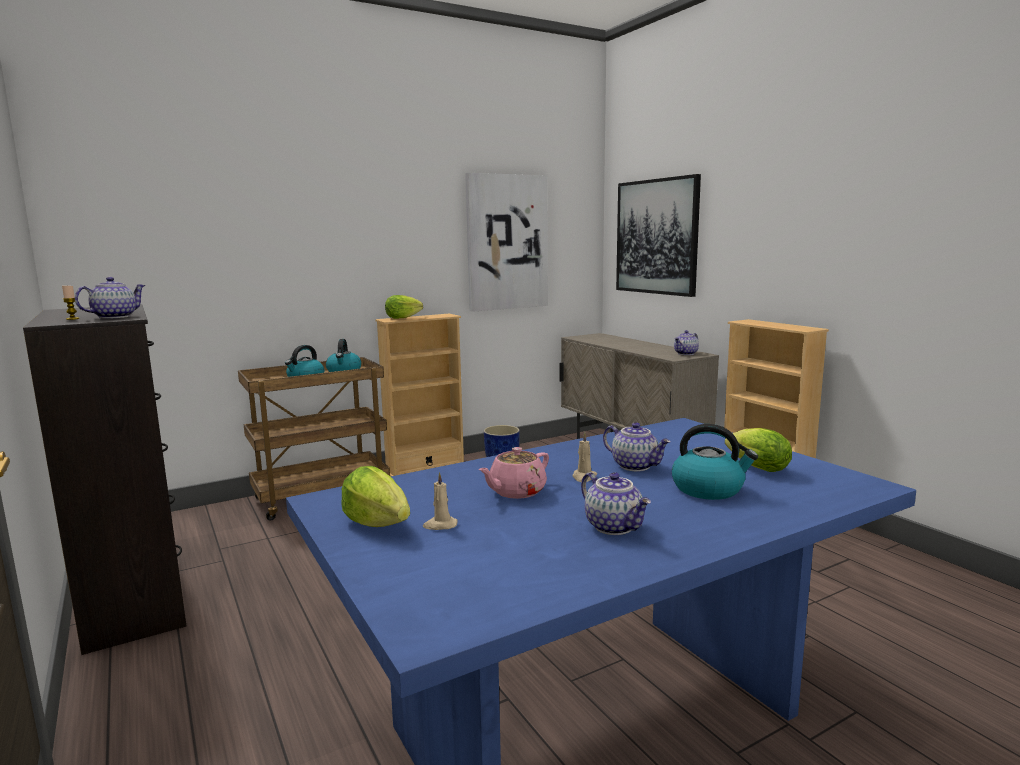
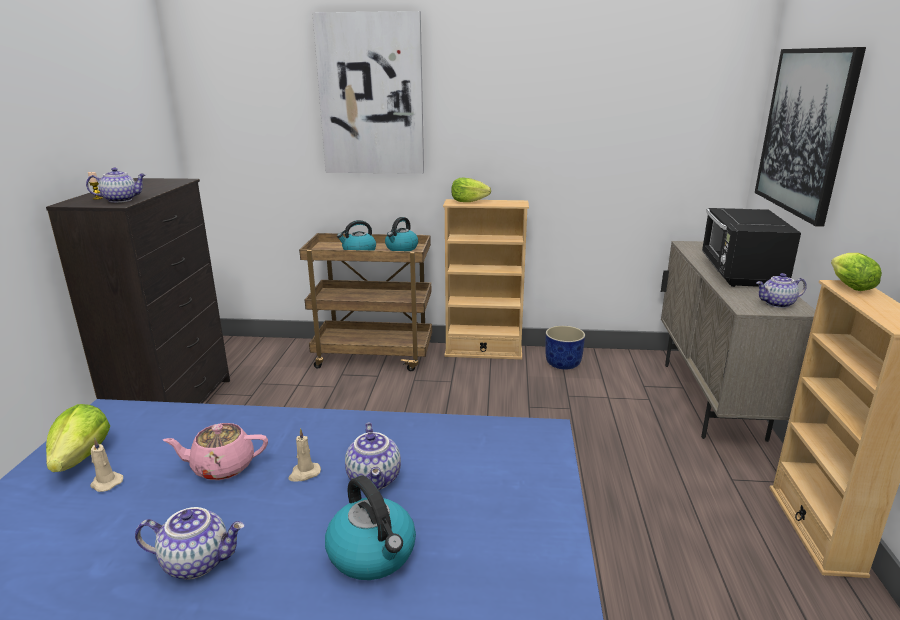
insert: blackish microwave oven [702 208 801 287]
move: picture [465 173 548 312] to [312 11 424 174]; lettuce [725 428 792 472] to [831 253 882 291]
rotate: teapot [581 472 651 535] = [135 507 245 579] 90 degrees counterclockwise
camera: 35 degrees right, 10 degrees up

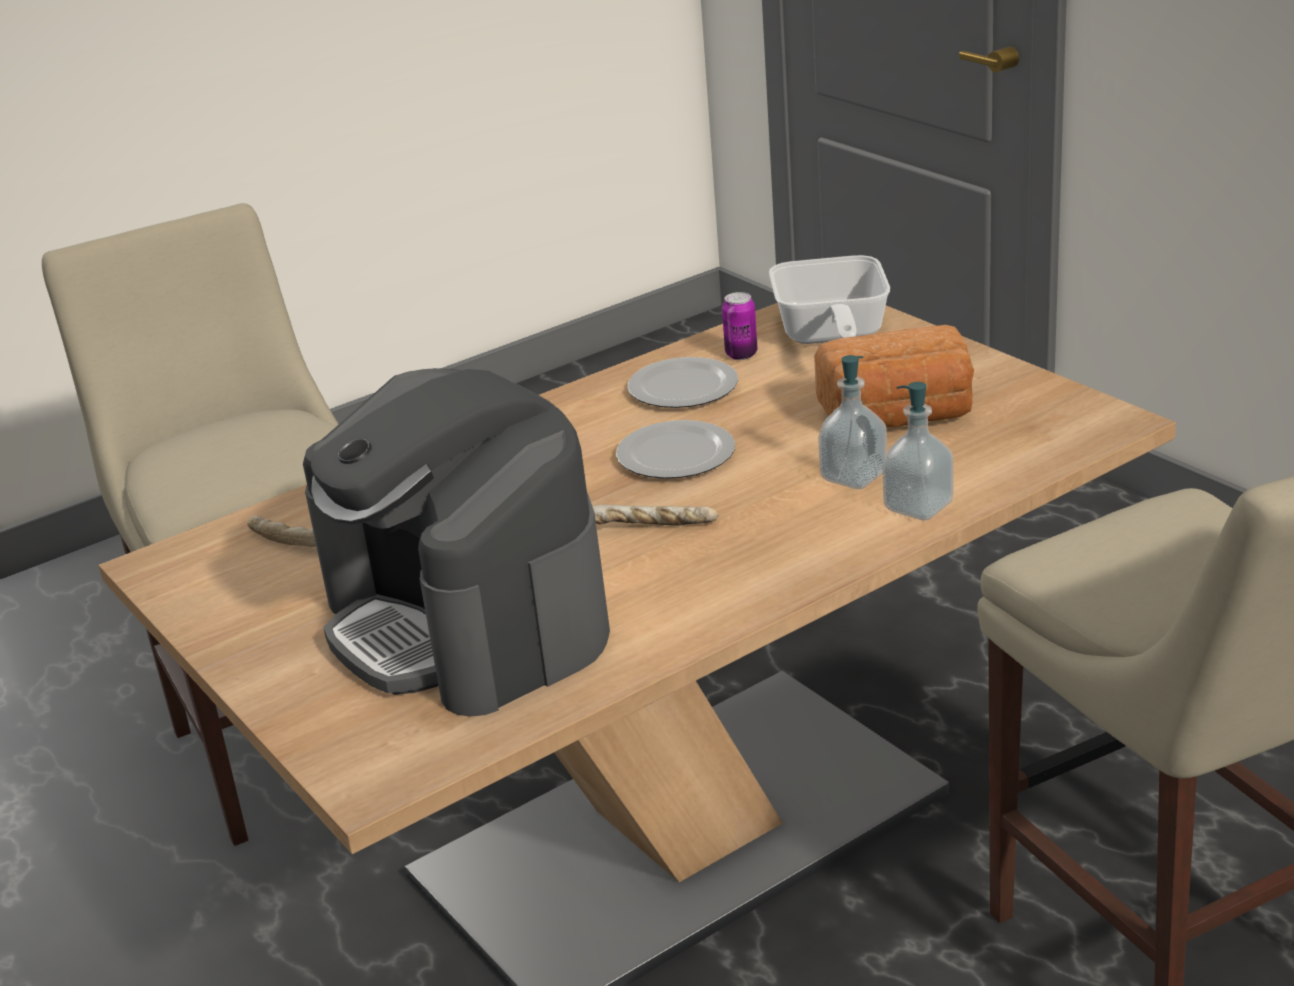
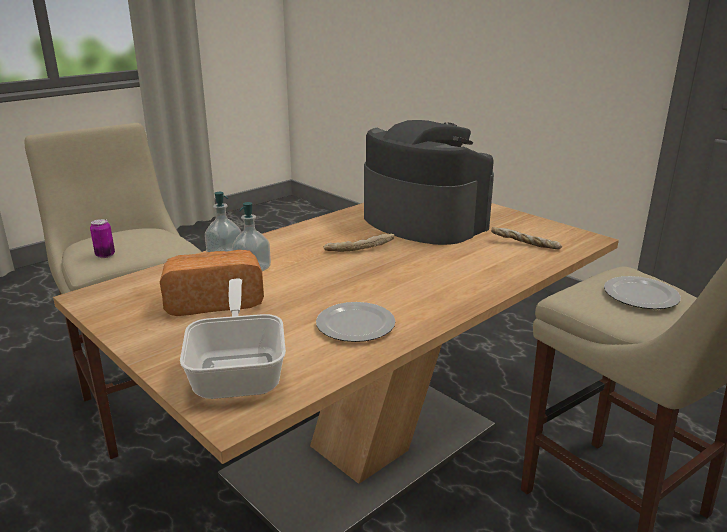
move: dinner plate [616 420 735 479] to [604 276 681 309]; can [722 292 758 360] to [90 219 115 258]
camera: 170 degrees right, 5 degrees down

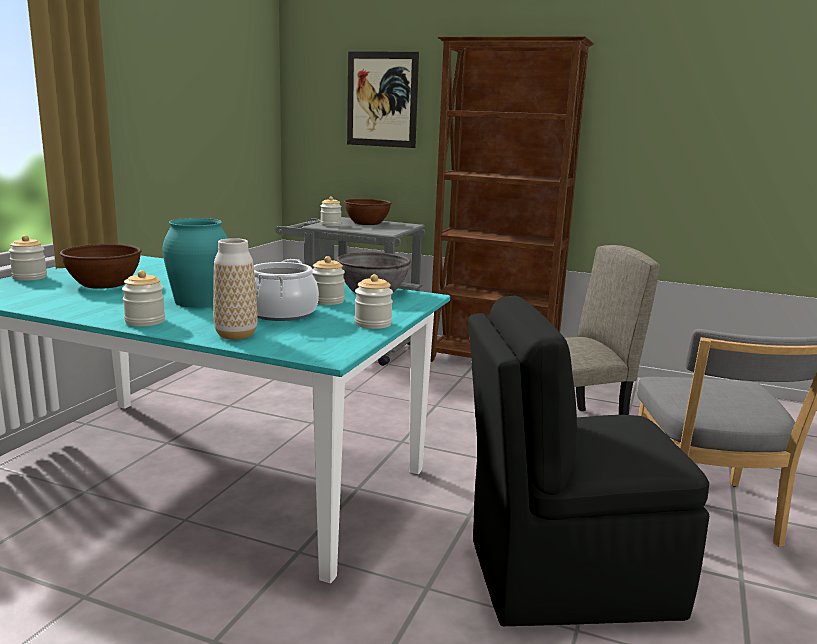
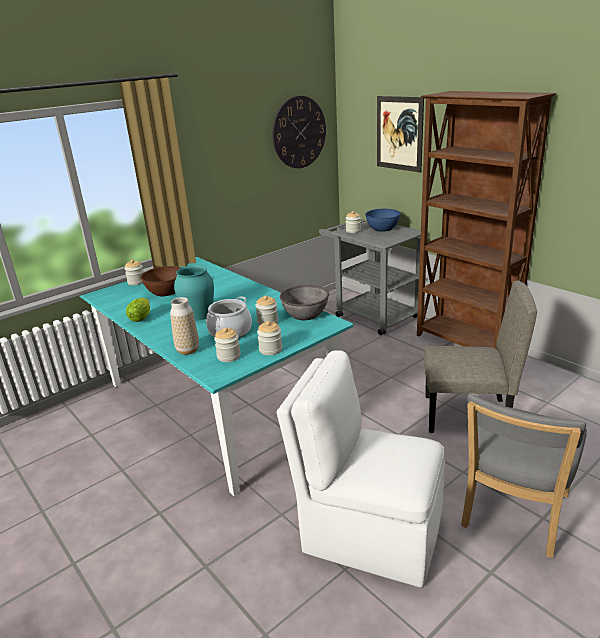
insert: lettuce [126 298 150 322]; clock on the wall [272 96 326 168]
move: storage jar [122 270 165 326] to [214 327 241 362]
recolor: brown-coloured deep dish [344 199 391 225] to blue-coloured deep dish [365 209 401 232]; blackish plain chair [468 296 709 626] to white-coloured plain chair [277 350 445 588]
camera: 30 degrees right, 10 degrees up

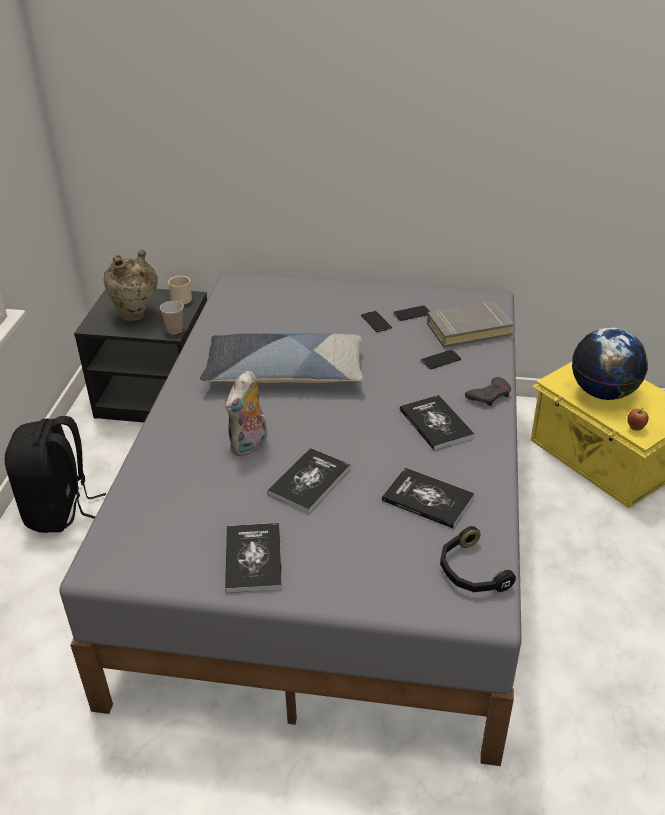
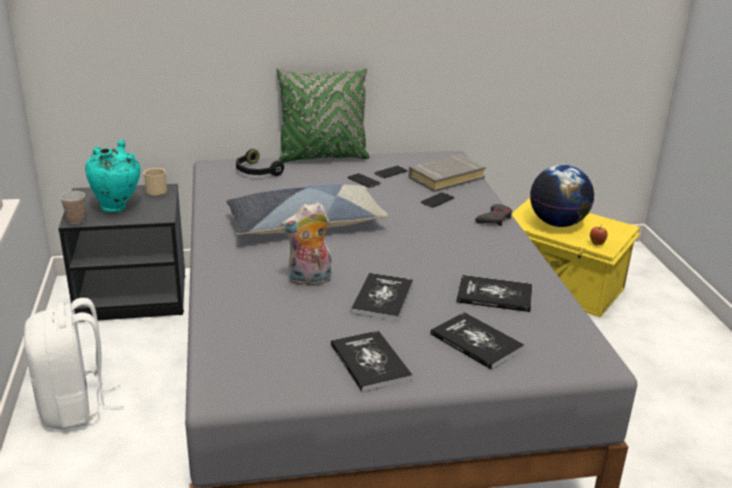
insert: green-coloured pillow [276 68 370 163]
move: cup [160 301 184 334] to [60 191 85 224]; book [400 395 475 451] to [430 312 525 370]; blackish headset [440 526 516 592] to [236 149 284 176]
recolor: blackish rucksack [5 416 106 533] to white-coloured rucksack [24 298 124 430]; sand-coloured flower vase [103 250 158 321] to turquoise-coloured flower vase [85 140 141 212]
rotate: soft toy [225 370 267 457] = [281 202 332 287] 60 degrees clockwise
camera: 20 degrees left, 10 degrees down

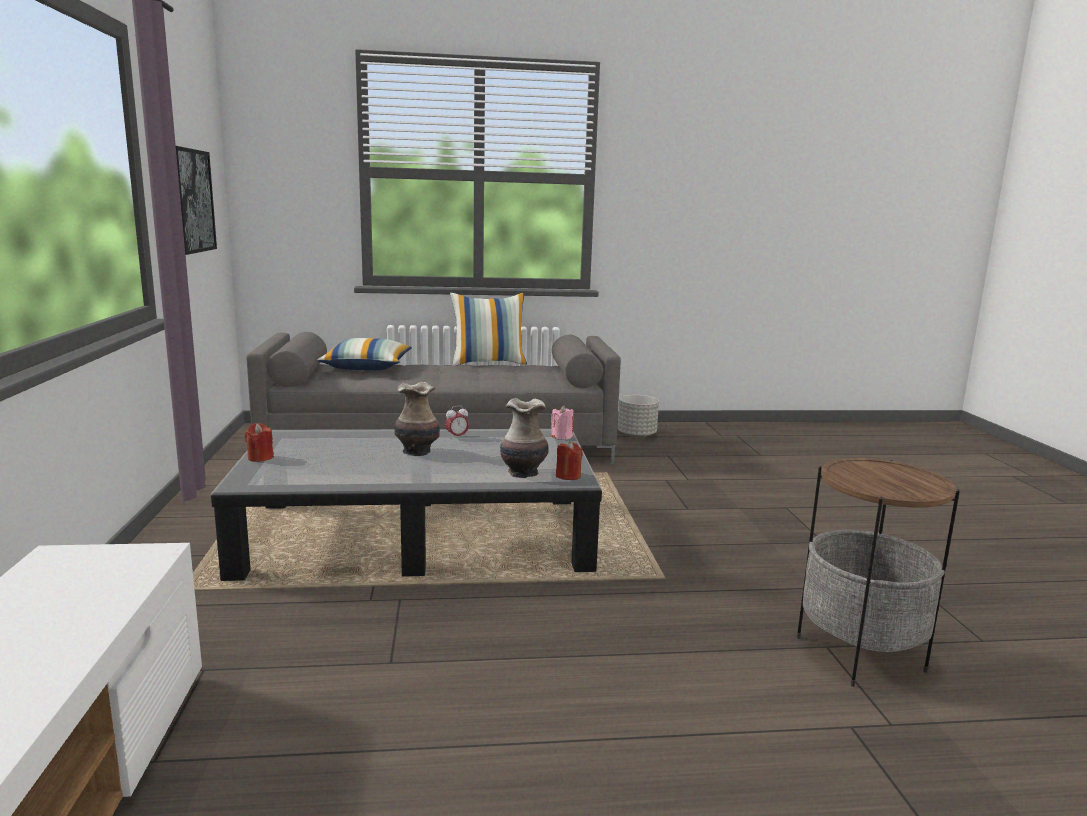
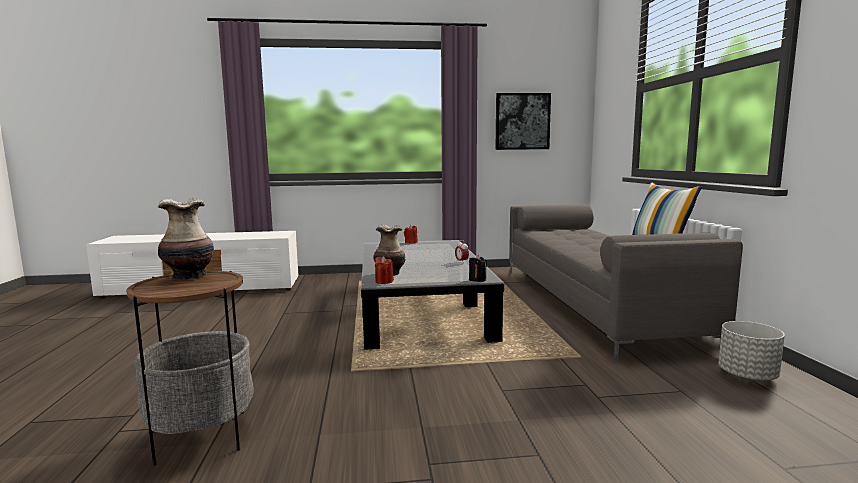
delete: pillow [317 338 412 370]
move: flower vase [394 382 440 456] to [158 198 214 279]
recolor: pink wax light [551 406 573 439] to blackish wax light [469 255 487 282]
camera: 90 degrees right, 5 degrees down

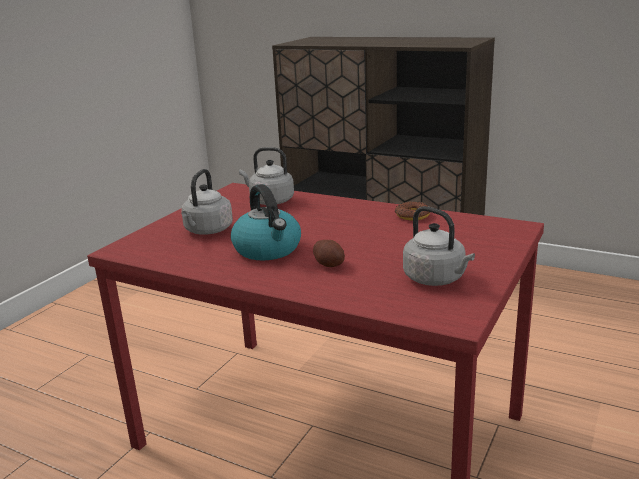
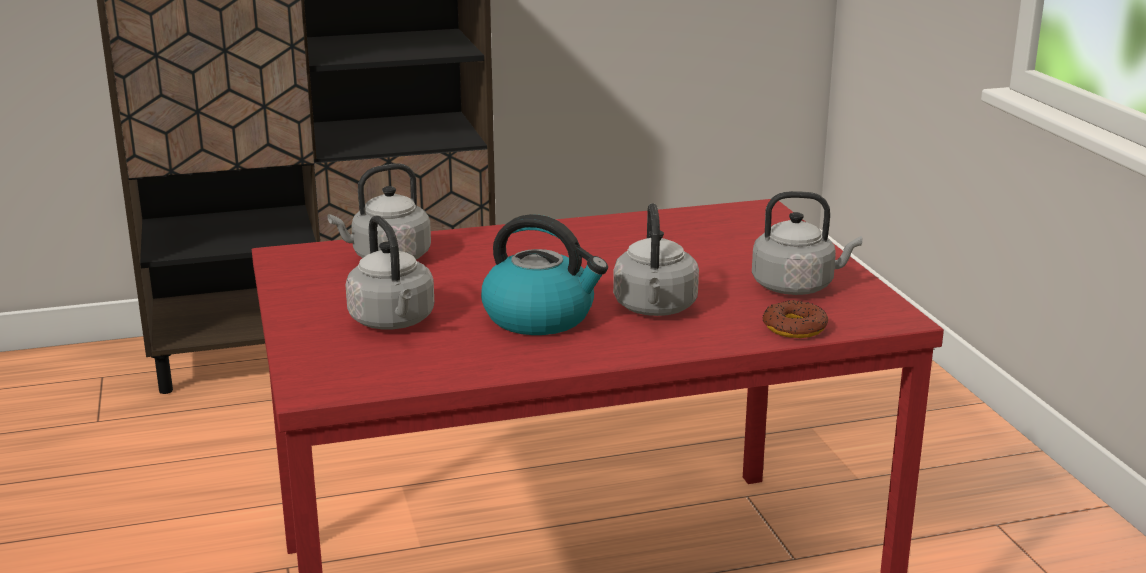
move: doughnut [395 201 430 221] to [762 300 828 338]
replace: spud [313 240 345 267] to grey water kettle [613 203 699 316]
camera: 45 degrees left, 0 degrees up

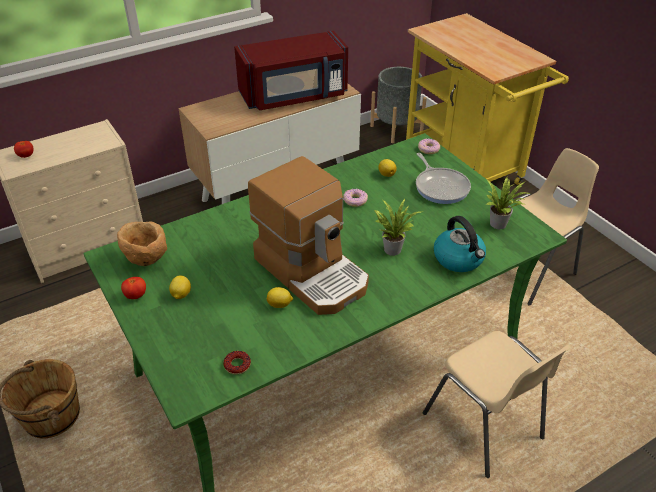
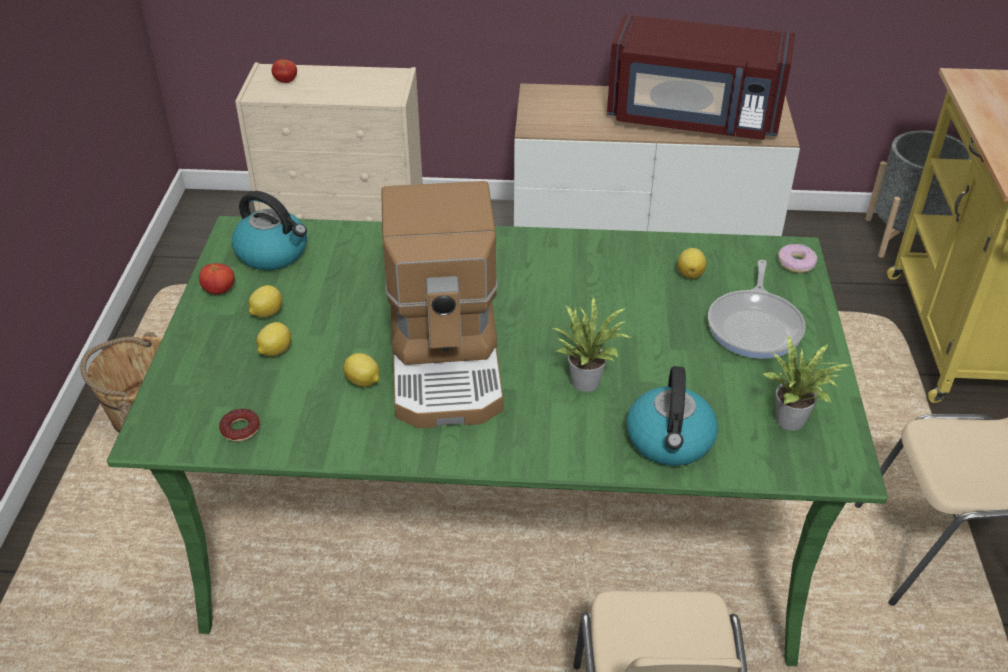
delete: doughnut [343 189 368 207]
insert: lemon [256 322 291 357]
replace: brown-coloured deep dish [117 222 167 266] to water kettle [232 191 307 270]
camera: 35 degrees right, 0 degrees up

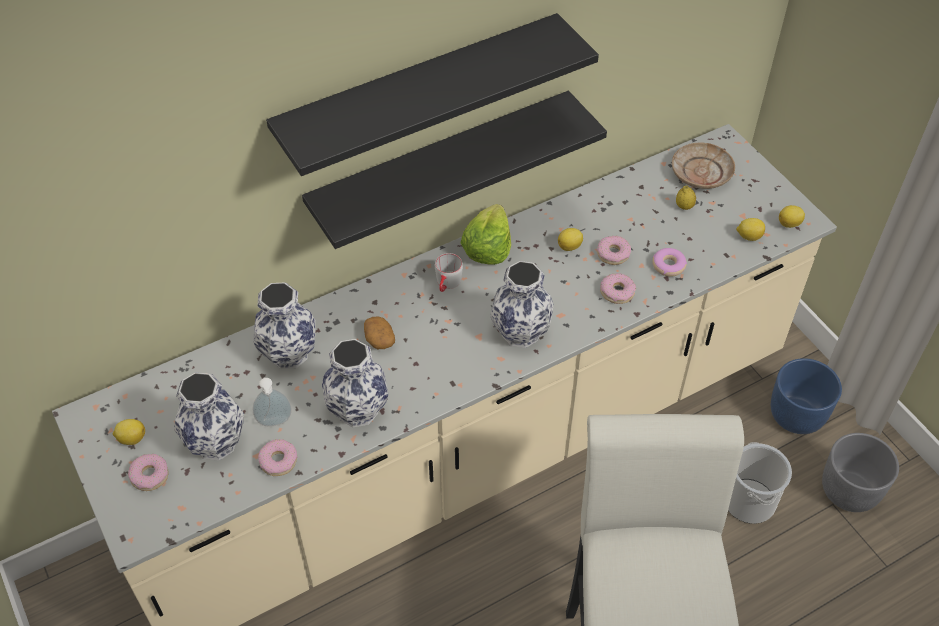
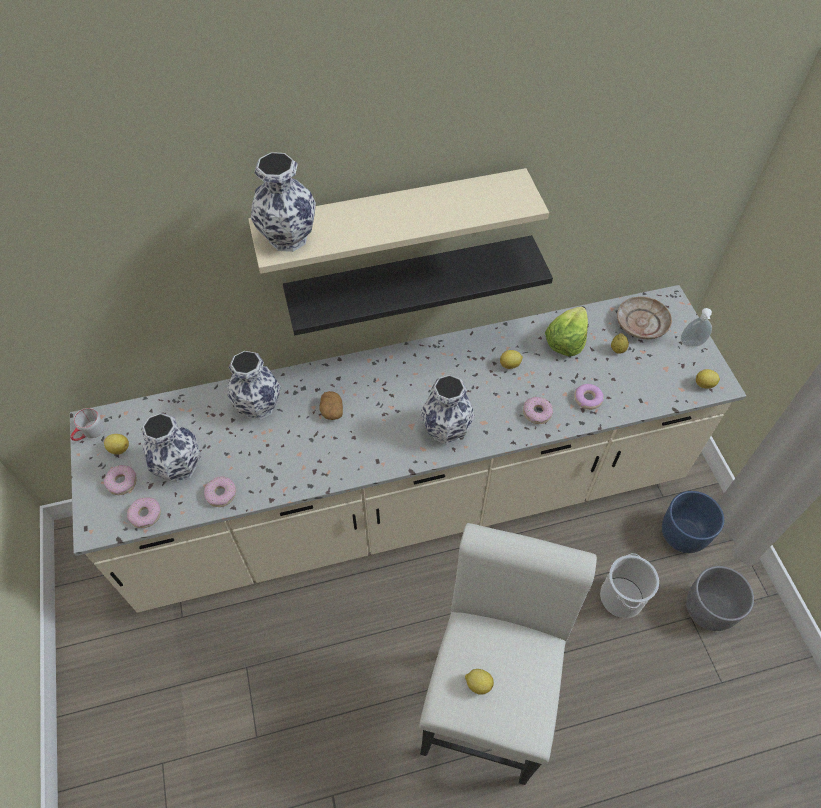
move: soap bottle [253 378 292 426] to [681 308 712 347]; flower vase [322 339 389 427] to [251 152 316 252]; grey tea mug [435 253 463 292] to [71 408 104 441]; lettuce [461 204 511 265] to [545 307 588 356]; doughnut [597 236 631 265] to [127 497 161 528]; lemon [736 218 765 241] to [465 669 494 695]
recolor: blackish shelf [266 13 599 176] to sand-coloured shelf [248 168 549 274]
camera: 15 degrees right, 5 degrees up

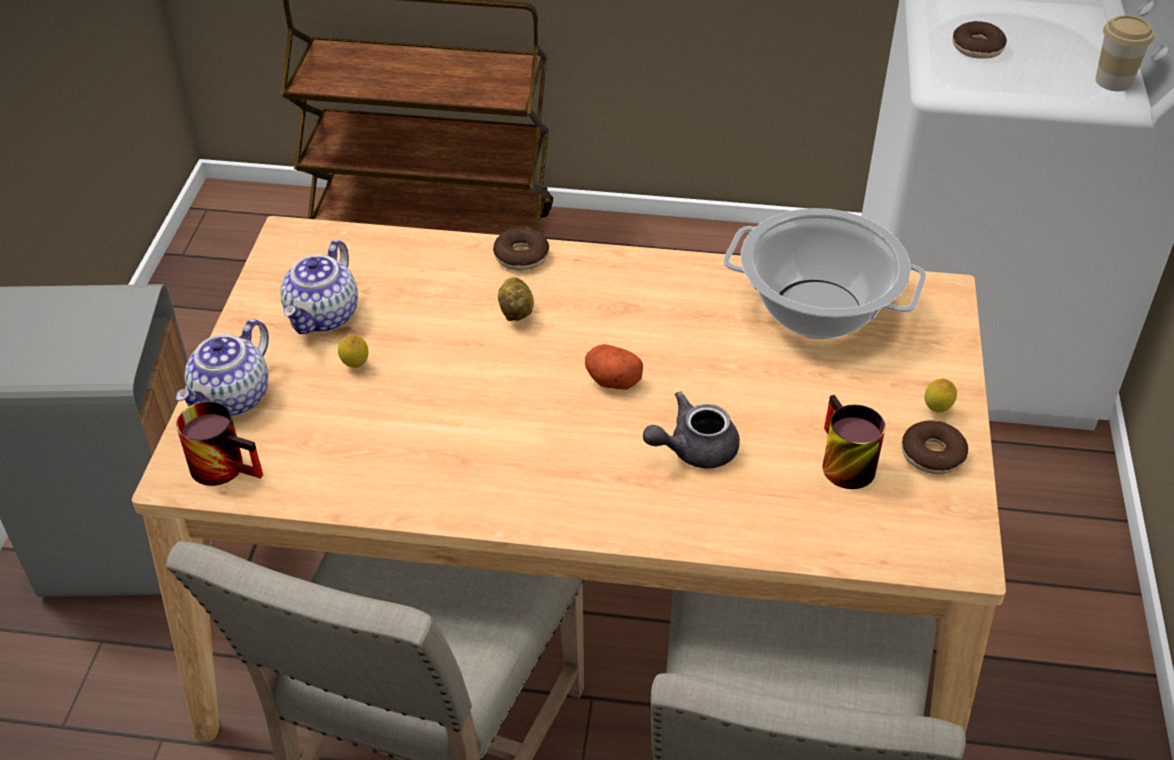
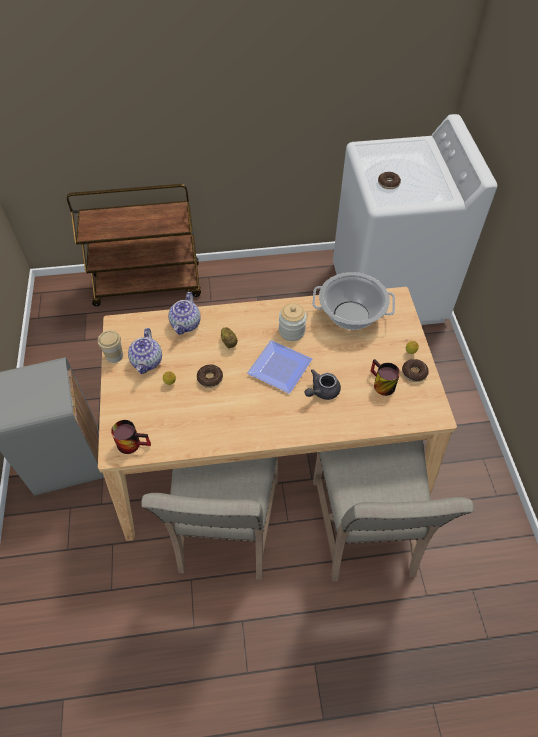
insert: storage jar [279 303 307 341]
move: teapot [176 319 269 416] to [168 292 201 335]; doughnut [493 228 549 270] to [197 365 223 388]; cup [1095 15 1154 91] to [98 330 123 363]
replace: spud [585 344 643 390] to dinner plate [247 340 312 394]
camera: 15 degrees left, 10 degrees up

